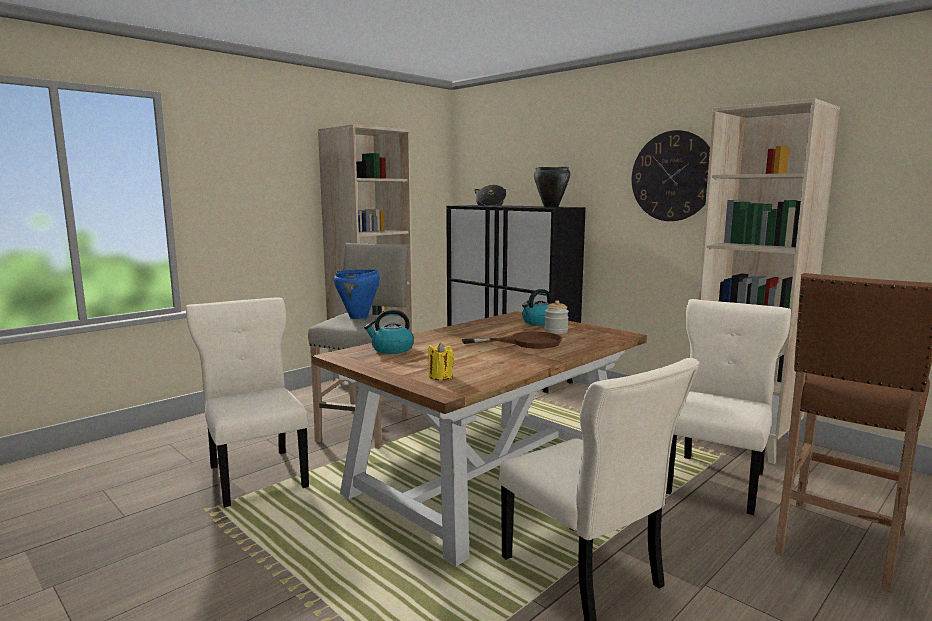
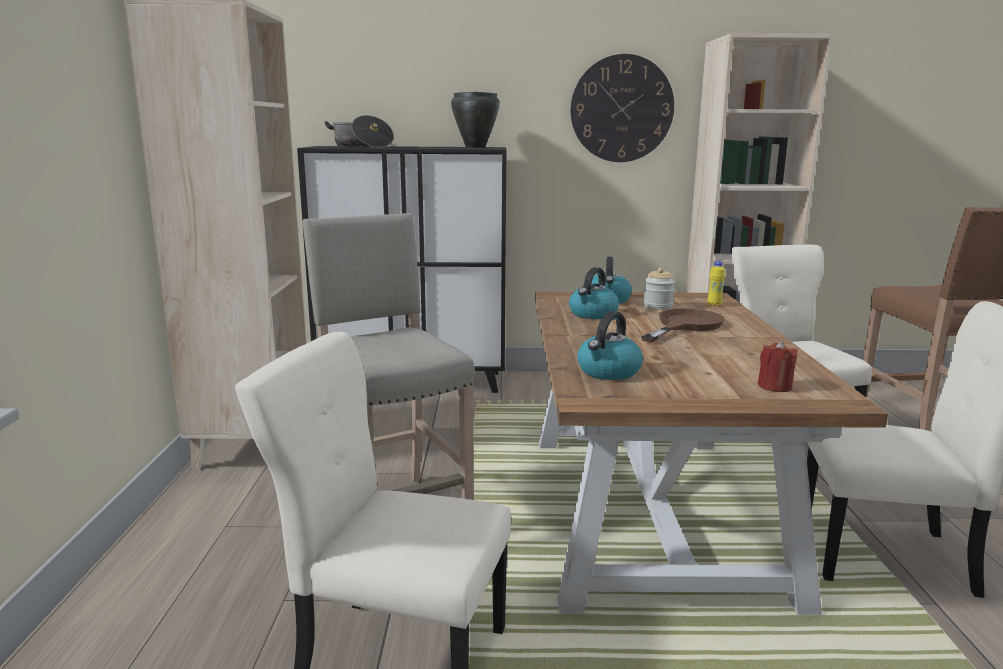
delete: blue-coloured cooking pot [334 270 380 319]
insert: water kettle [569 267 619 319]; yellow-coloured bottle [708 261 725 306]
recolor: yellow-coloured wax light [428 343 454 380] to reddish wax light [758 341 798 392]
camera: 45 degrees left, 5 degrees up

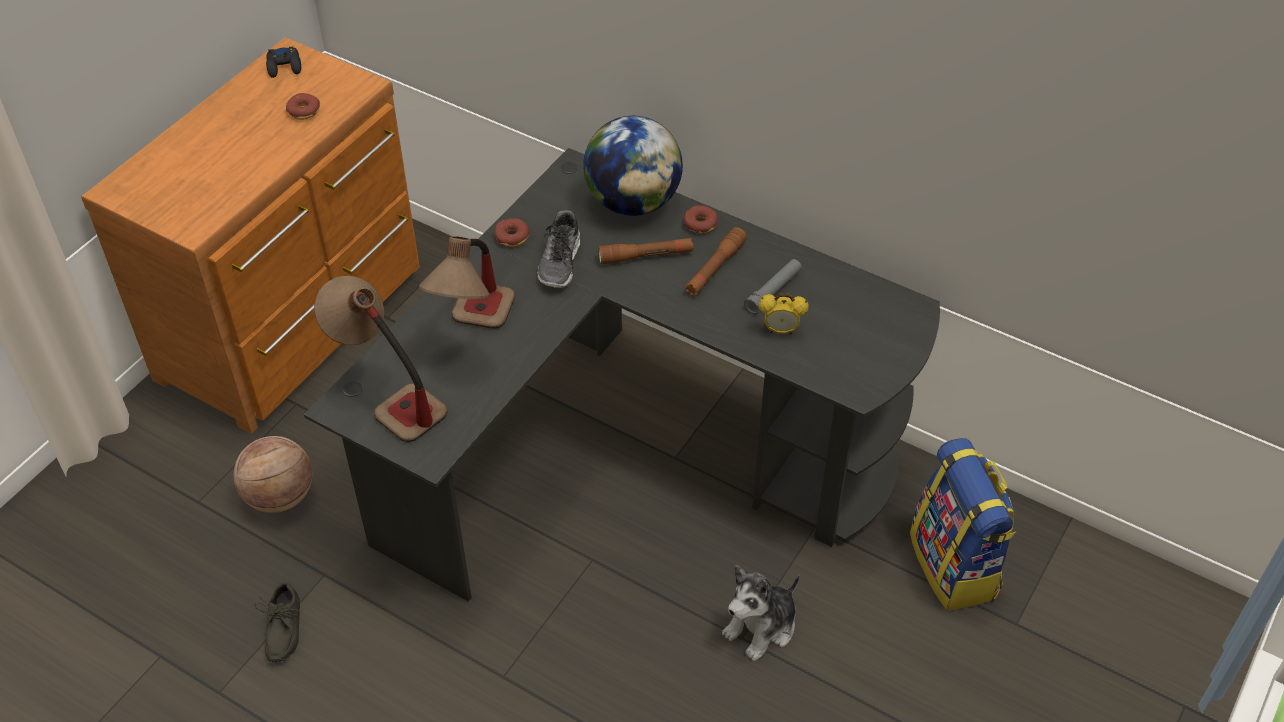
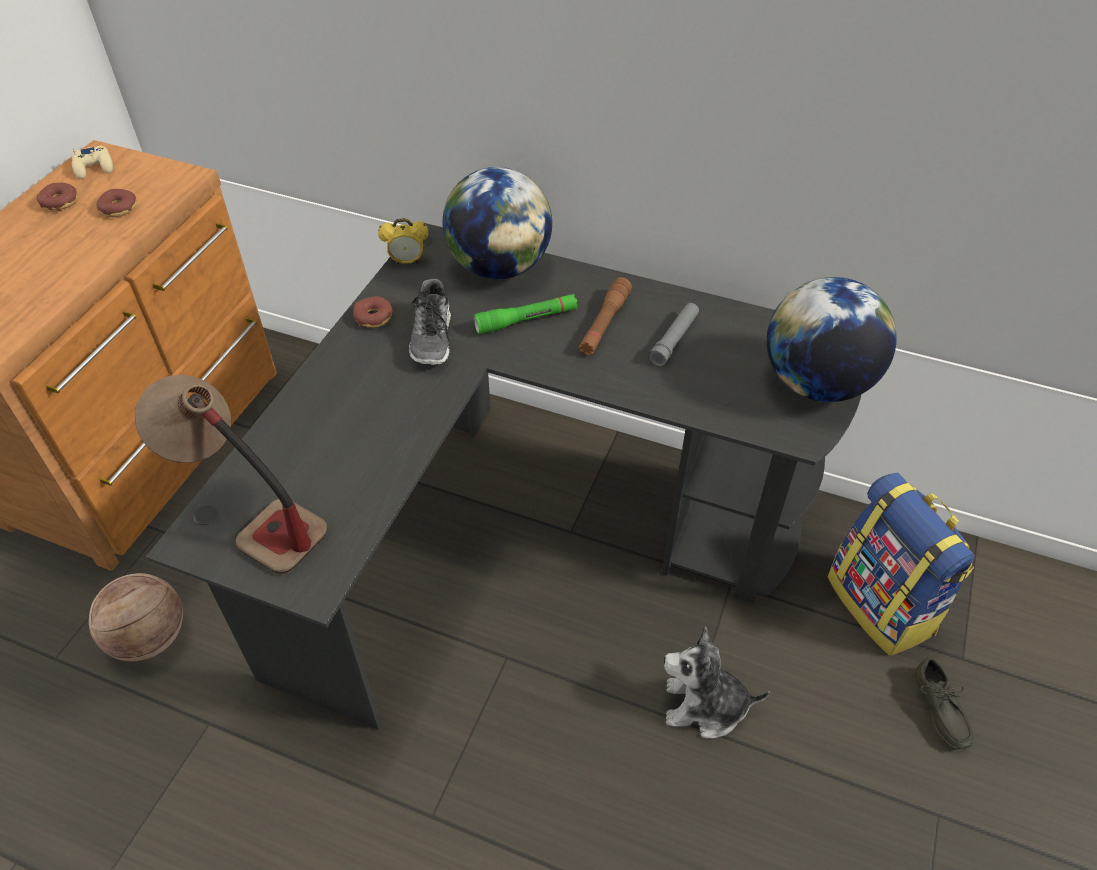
delete: tabletop lamp [419 236 515 329]
insert: desk globe [767 277 897 402]
move: grey item of footwear [254 582 300 662] to [914 657 974 749]; doughnut [684 205 718 235] to [37 183 78 211]; bedside clock [759 294 809 334] to [378 218 428 265]
recolor: blackish game controller [266 46 301 78] to sand-coloured game controller [72 145 113 179]; brown-coloured flashlight [599 238 694 264] to green-coloured flashlight [473 294 578 334]
rotate: soft toy [722 565 800 661] = [664 627 770 738] 60 degrees clockwise
camera: 10 degrees left, 0 degrees up

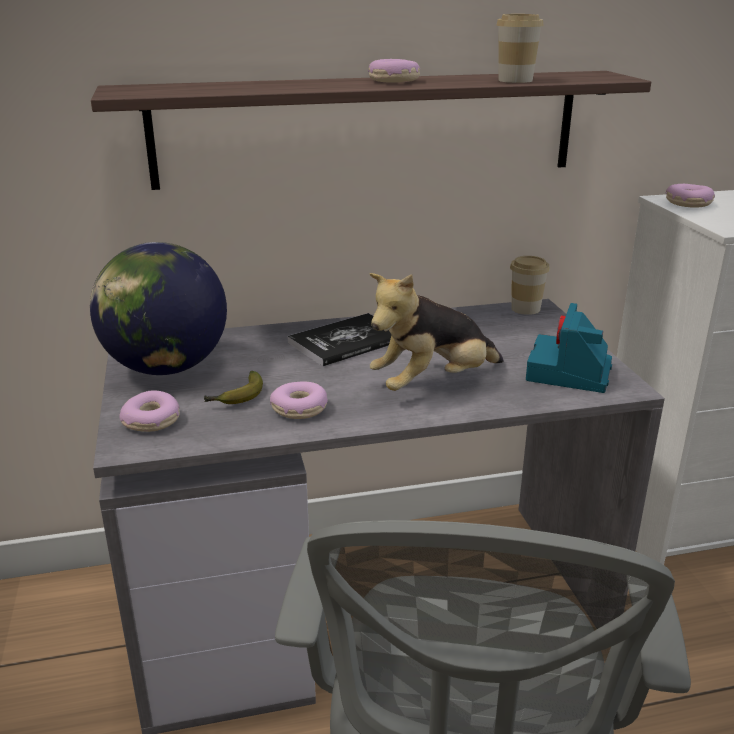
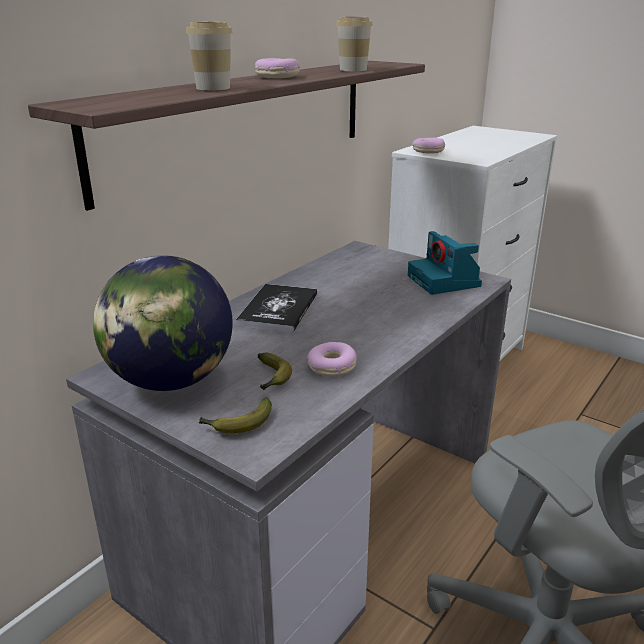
delete: soft toy [369 273 504 391]
move: cup [510 256 550 315] to [186 22 233 90]
replace: doughnut [119 391 180 432] to banana fruit [199 397 272 433]
camera: 40 degrees left, 0 degrees up

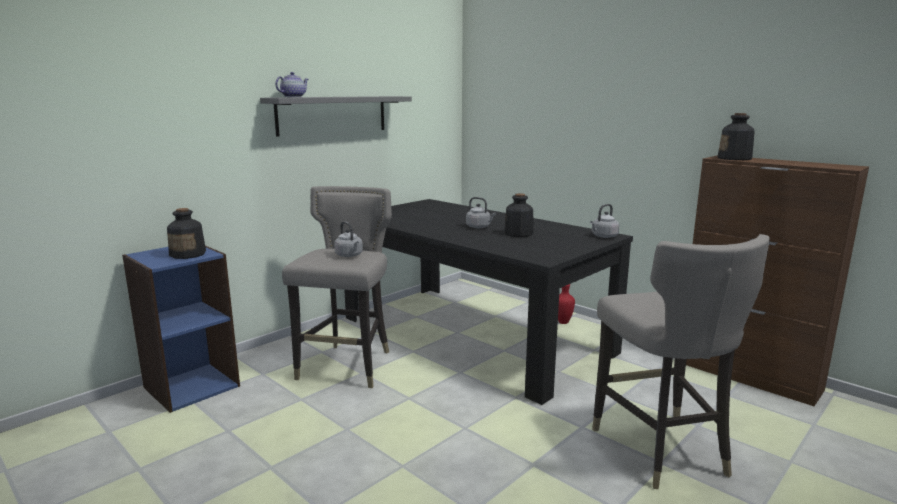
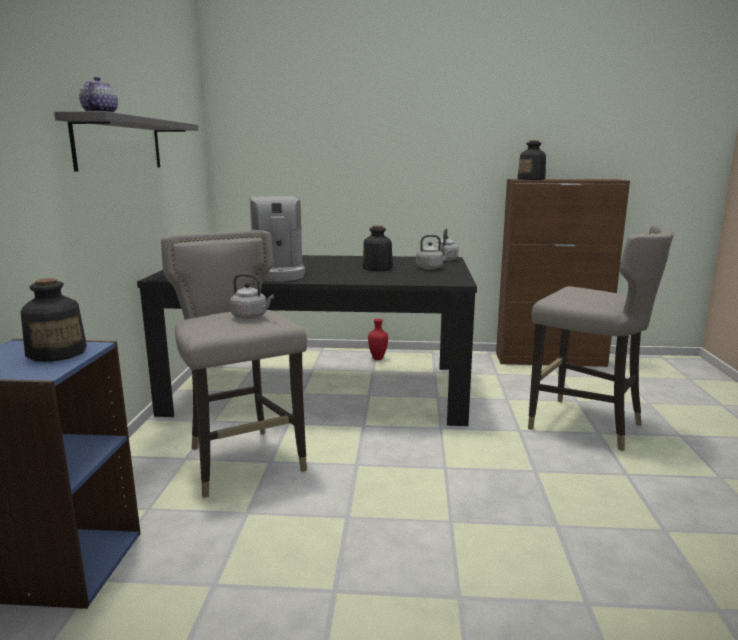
insert: coffee brewer [250 196 305 282]
move: grey water kettle [466 197 496 228] to [416 235 451 269]
camera: 40 degrees left, 0 degrees up

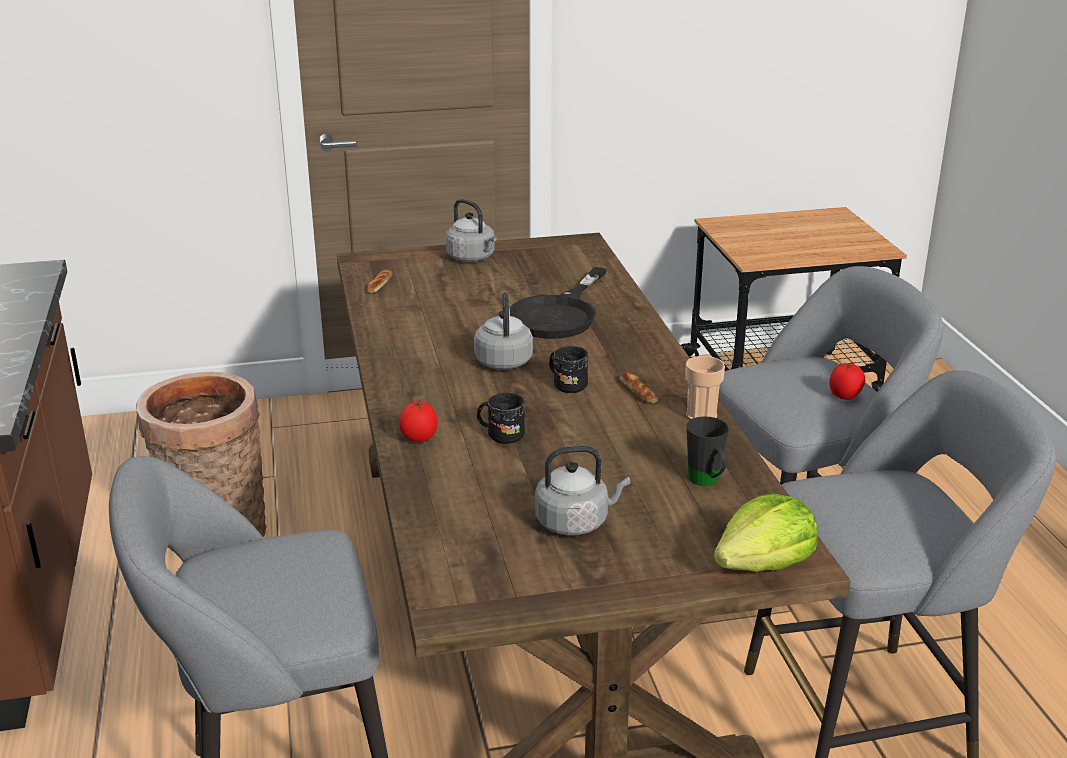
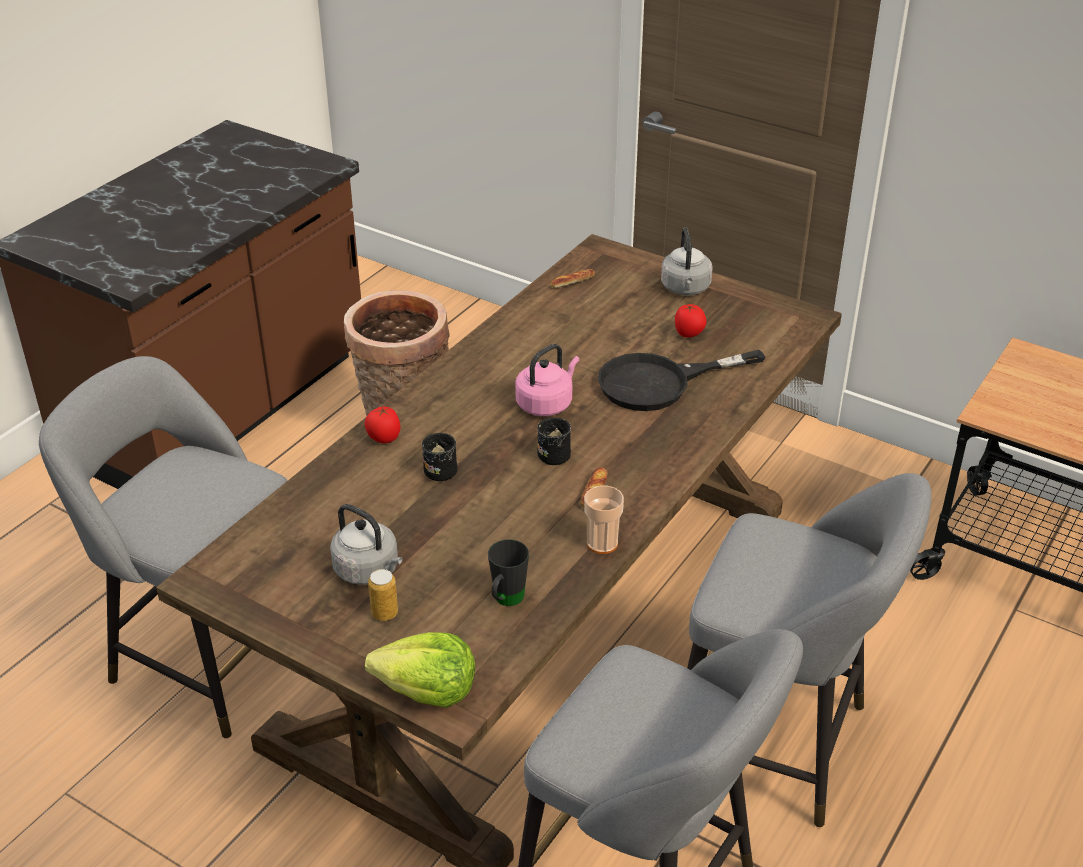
insert: can [368 569 398 621]
move: tomato [829 363 865 400] to [675 304 707 338]
recolor: grey water kettle [474 292 533 370] to pink water kettle [515 344 580 416]
camera: 45 degrees right, 10 degrees up

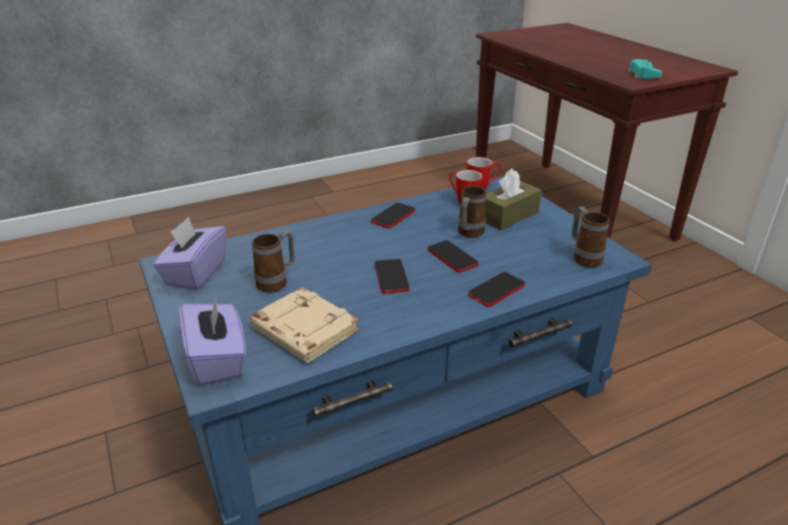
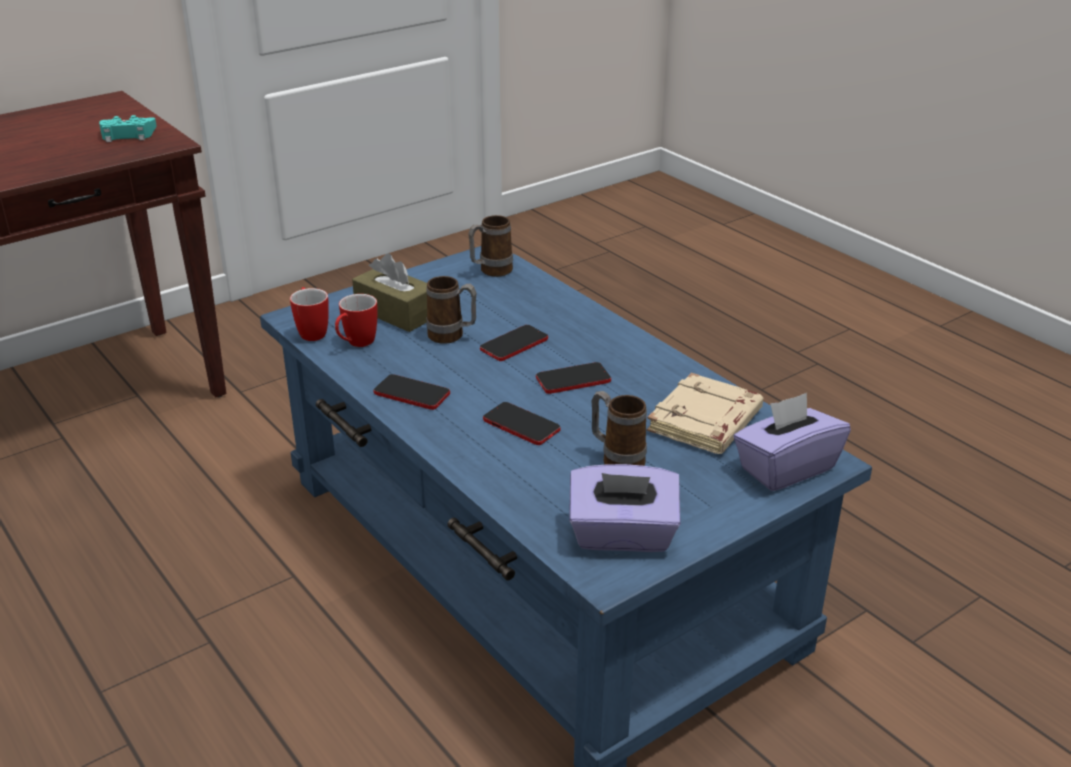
move: handset [468 272 525 307] to [483 402 561 445]
camera: 100 degrees left, 0 degrees up

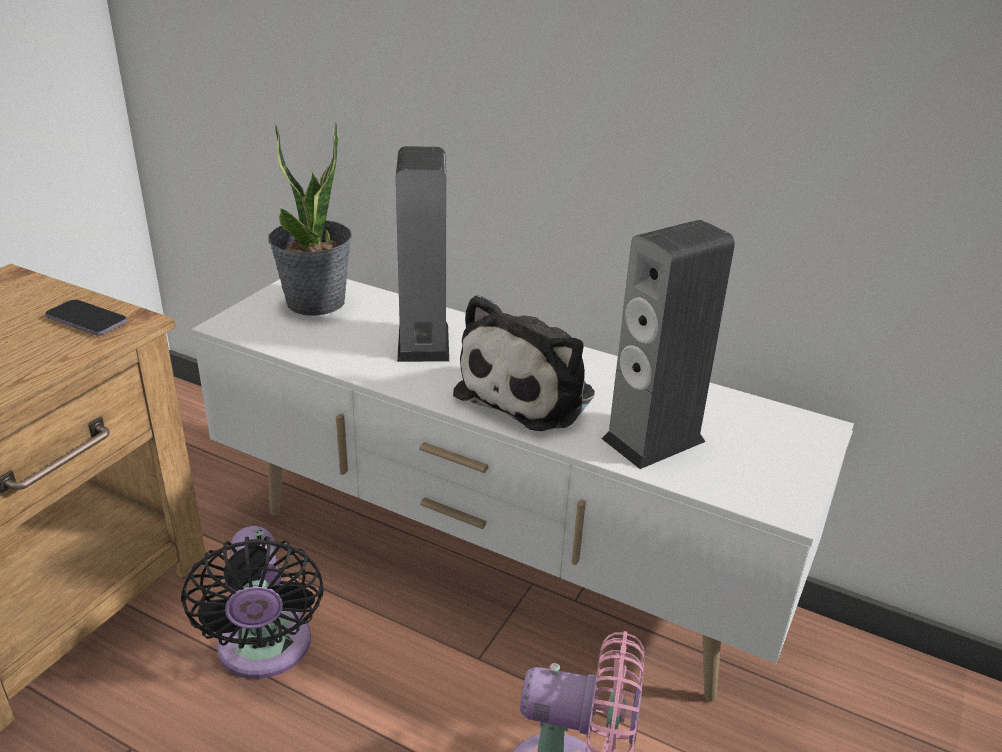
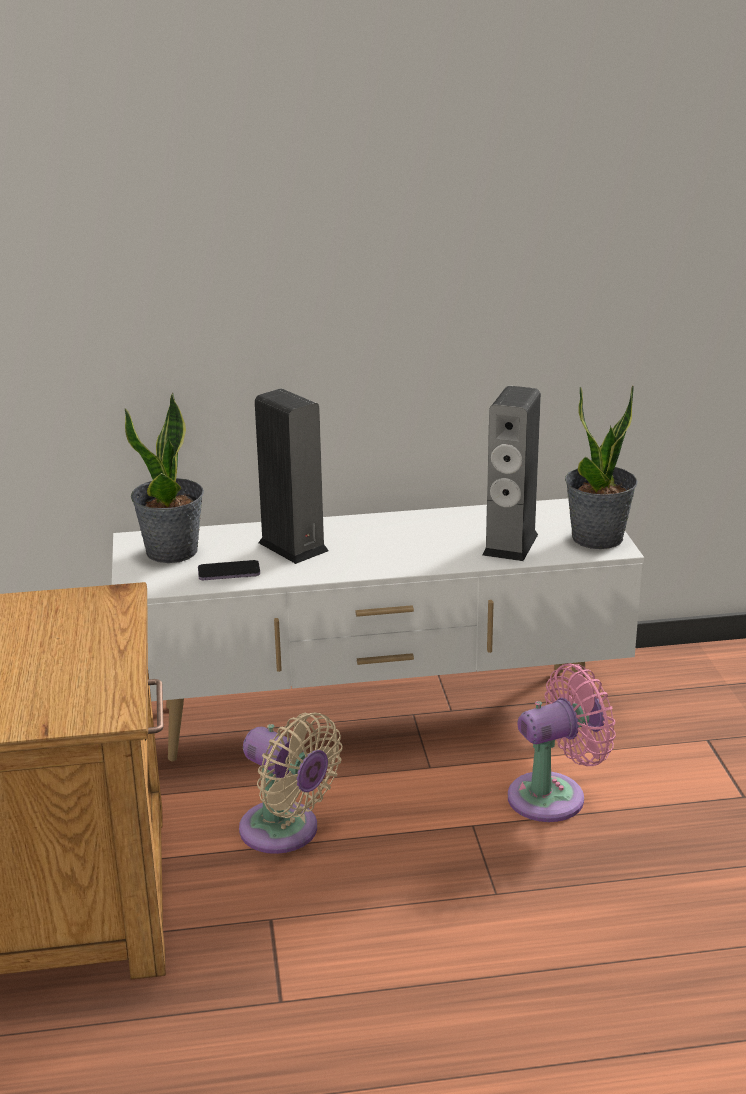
delete: soft toy [453 294 595 431]
insert: potted plant [565 386 638 549]
move: handset [45 299 127 336] to [198 560 260 580]
recolor: blackish cooling fan [181 526 324 679] to sand-coloured cooling fan [239 713 343 854]
camera: 35 degrees left, 5 degrees down

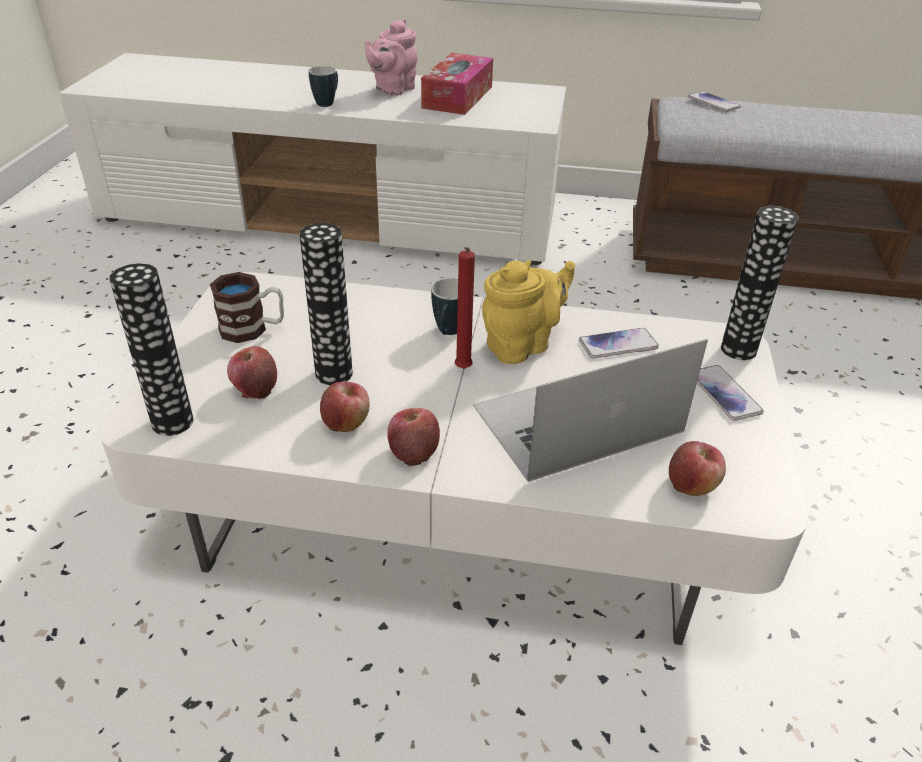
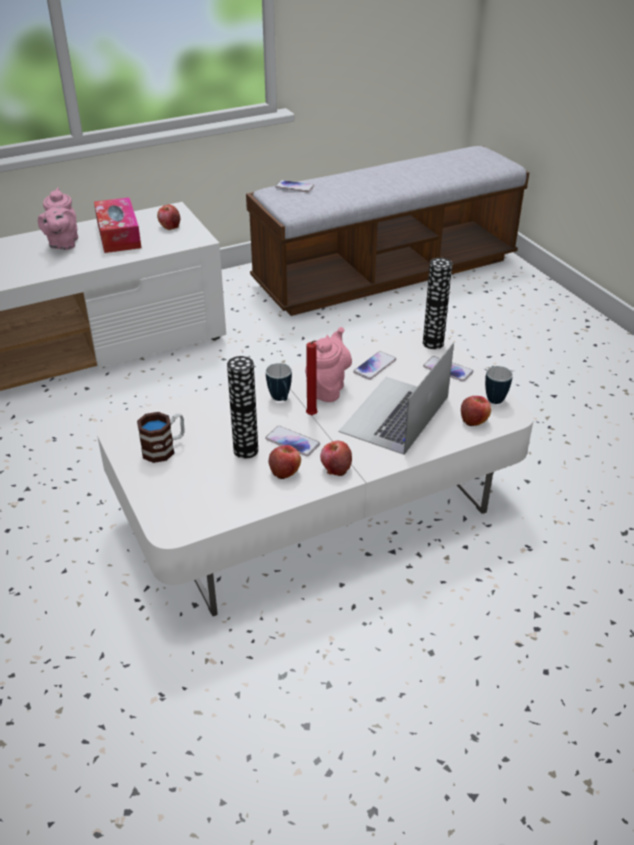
delete: flower vase [109 263 193 436]
insert: handset [265 426 320 456]
move: whole apple [227 346 277 399] to [157 205 180 230]; tea mug [308 66 338 107] to [485 366 513 404]
recolor: yellow-coloured teapot [482 260 575 364] to pink teapot [305 327 352 402]
camera: 35 degrees left, 0 degrees up

